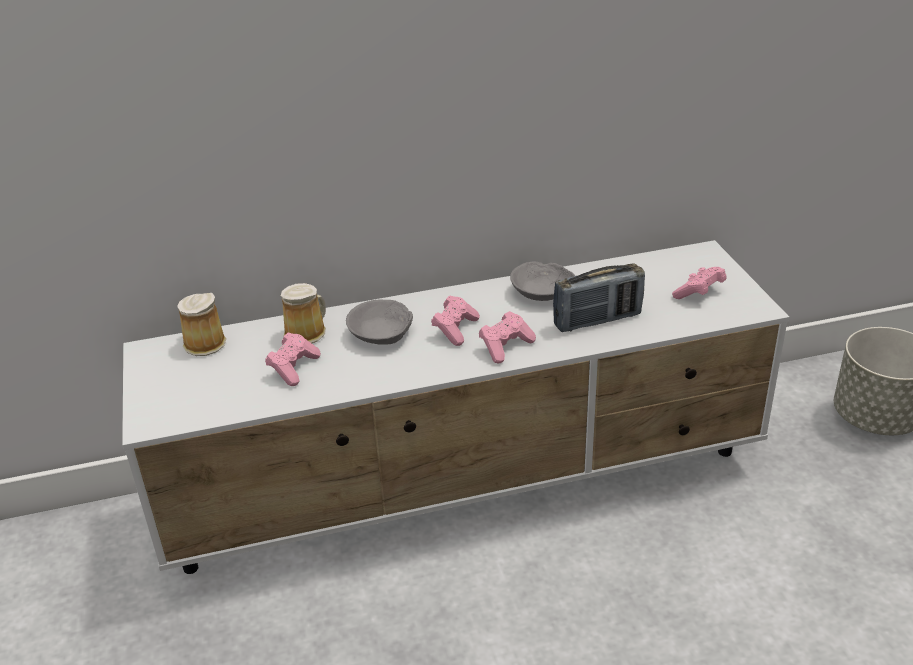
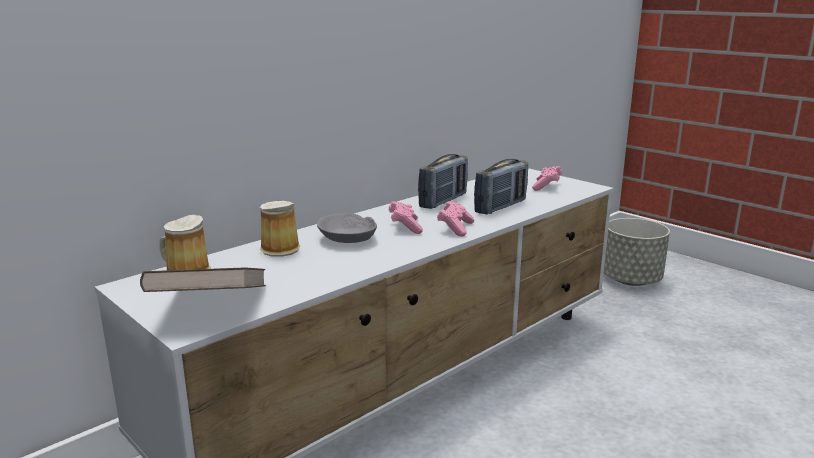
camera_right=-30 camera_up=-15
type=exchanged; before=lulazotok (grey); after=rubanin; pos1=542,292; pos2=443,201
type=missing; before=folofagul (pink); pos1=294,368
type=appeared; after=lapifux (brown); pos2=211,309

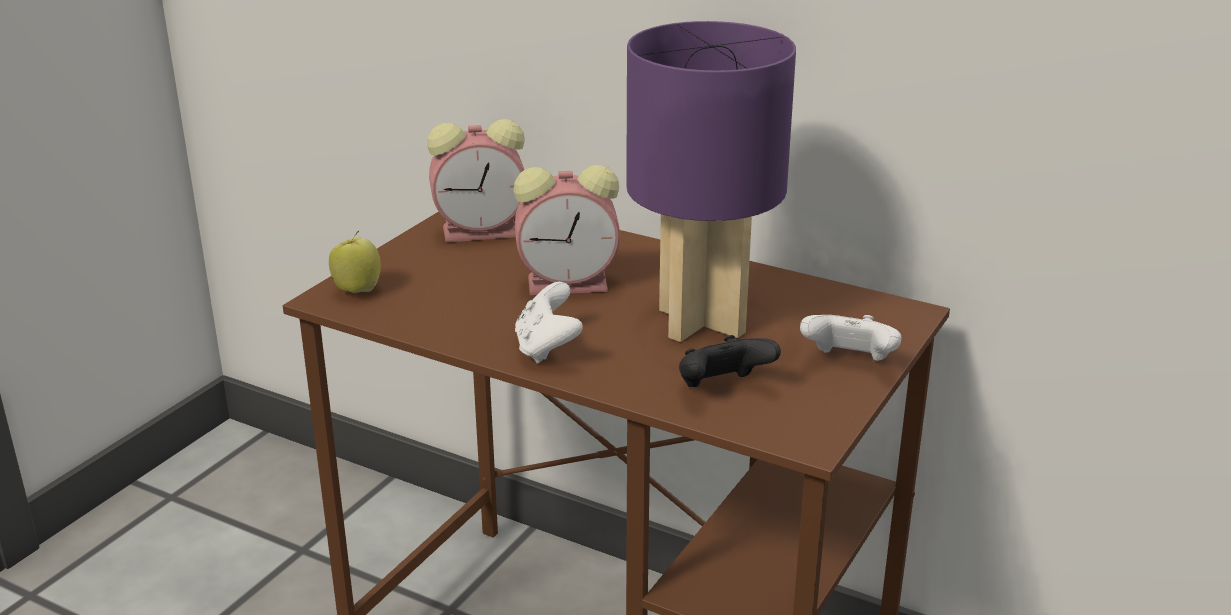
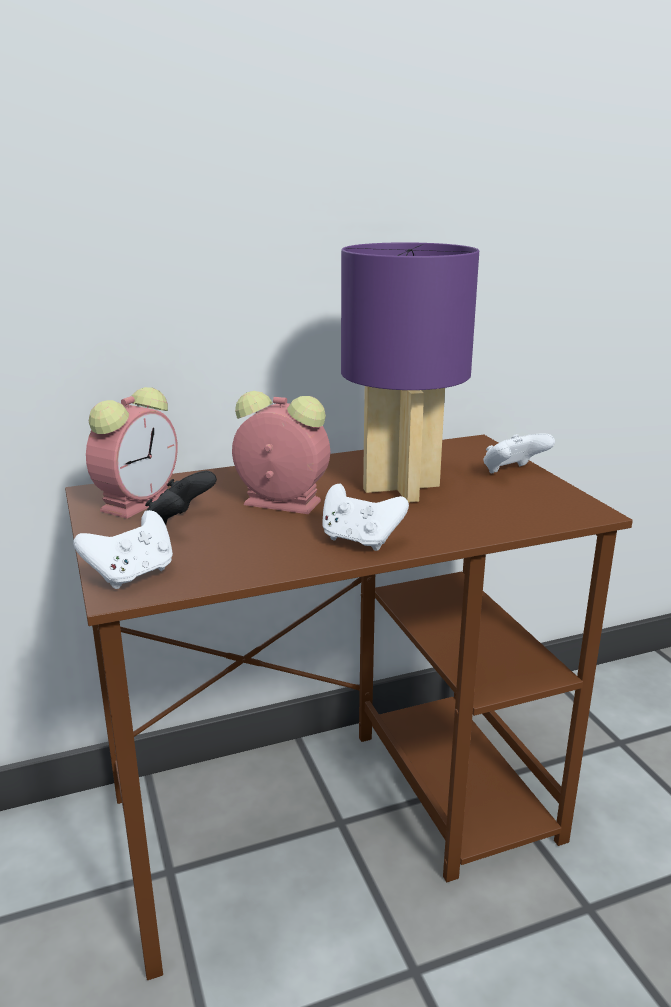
camera_right=-50 camera_up=-5
type=spun; before=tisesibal; pos1=571,283; pos2=279,502; turn=-105
type=exchanged; before=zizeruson; after=folofagul (white); pos1=357,290; pos2=132,575
type=relocated; before=folofagul (black); pos1=722,388; pos2=180,523

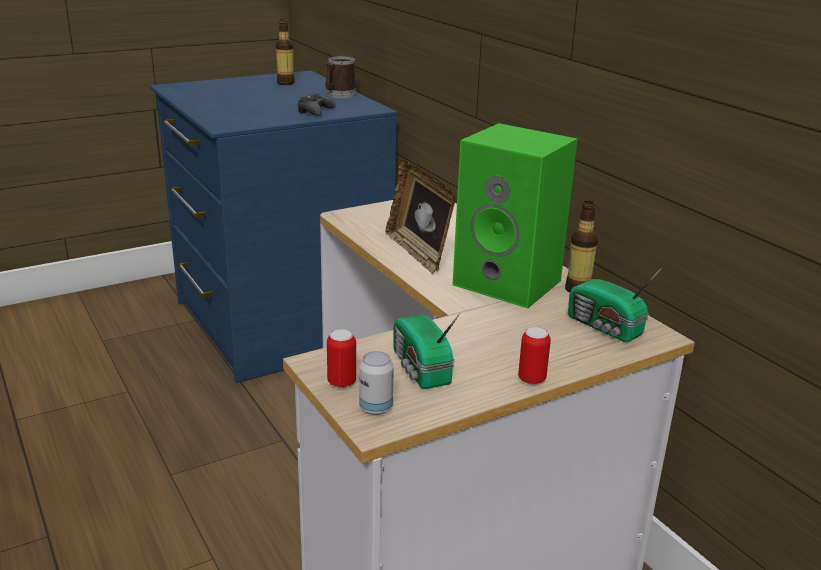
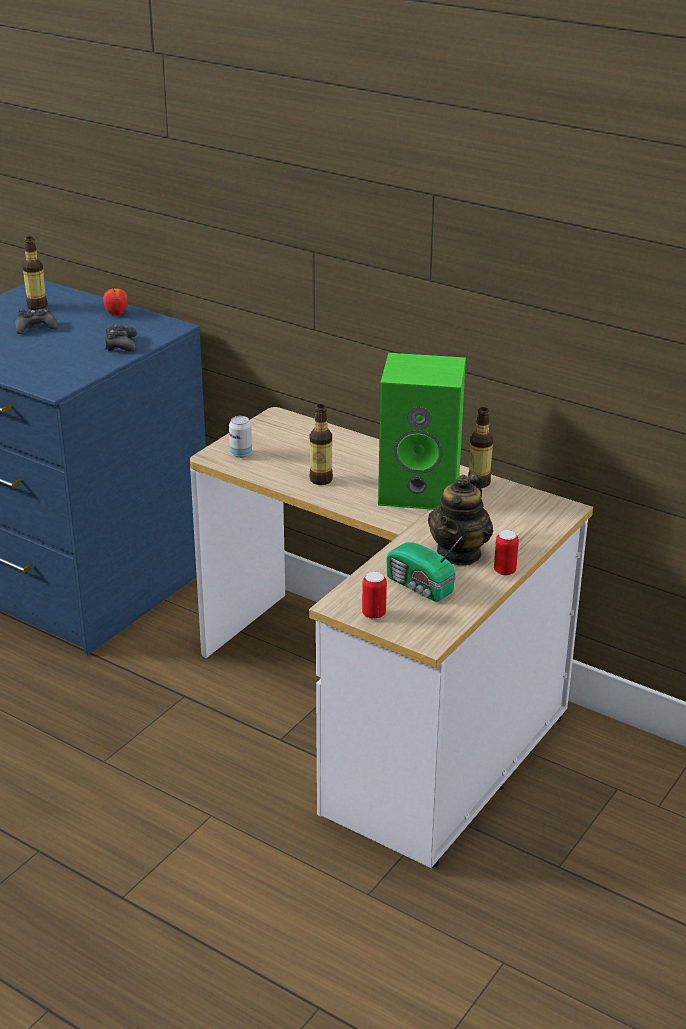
camera_right=-25 camera_up=5
type=exchanged; before=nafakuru; after=zizeruson; pos1=339,95; pos2=116,314
type=exchanged; before=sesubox; after=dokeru; pos1=419,253; pos2=321,480
type=missing; before=rubanin; pos1=605,327
type=relocated; before=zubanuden; pos1=375,408; pos2=241,454
type=appeared; after=folofagul (black); pos2=35,328
type=appeared; after=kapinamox; pos2=459,553

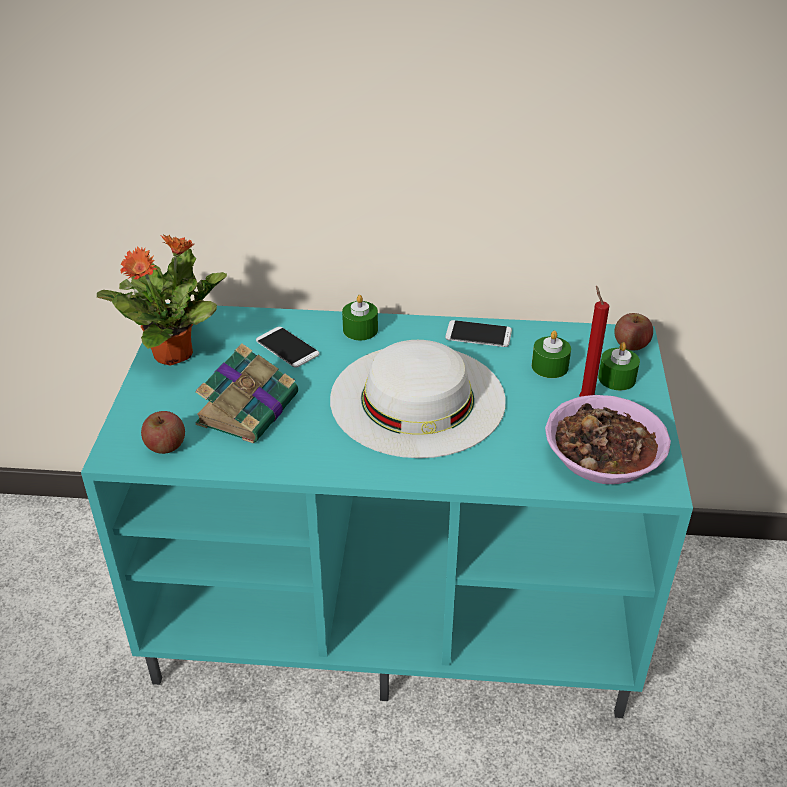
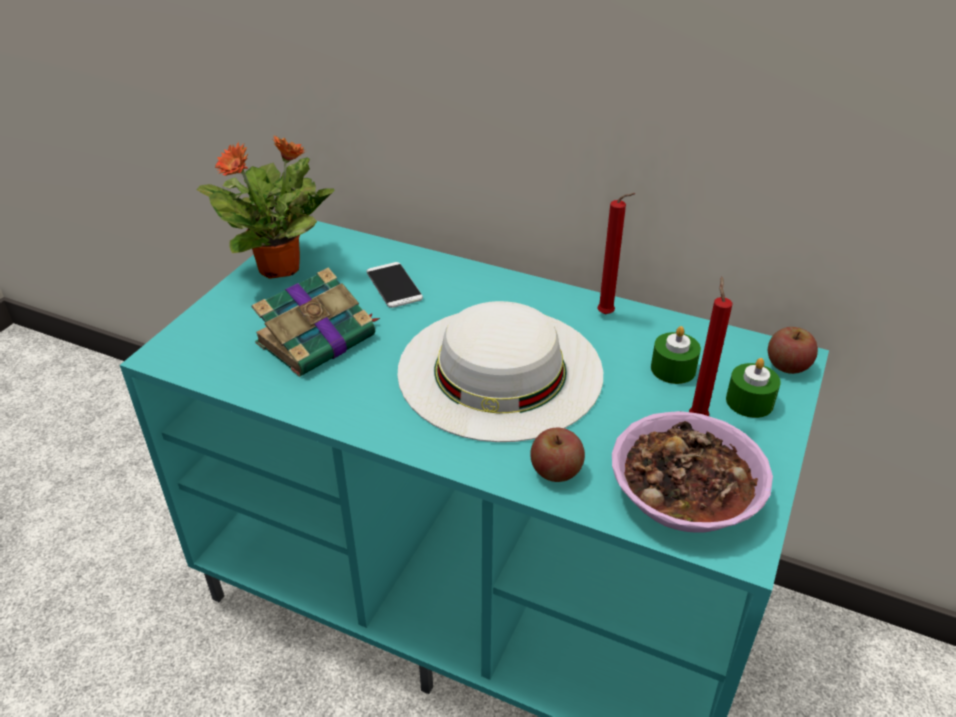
camera_right=20 camera_up=0
type=missing; before=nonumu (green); pos1=360,330
type=exchanged; before=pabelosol; after=nonumu (red); pos1=478,334; pos2=608,315
type=relocated; before=zizeruson; pos1=166,446; pos2=556,471

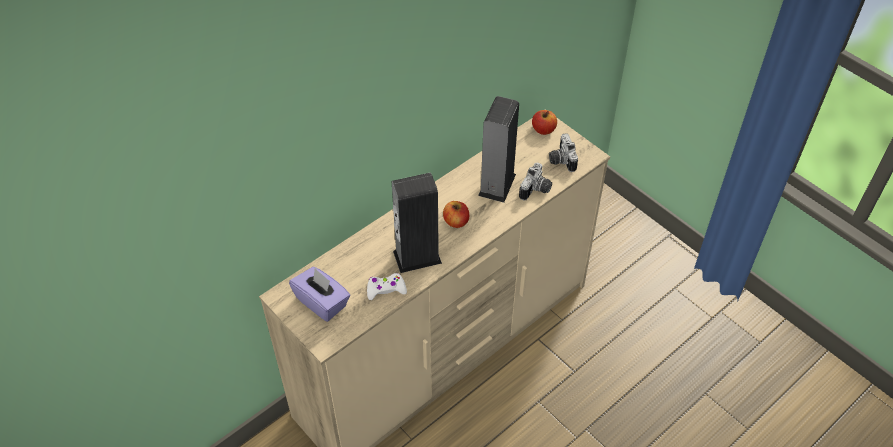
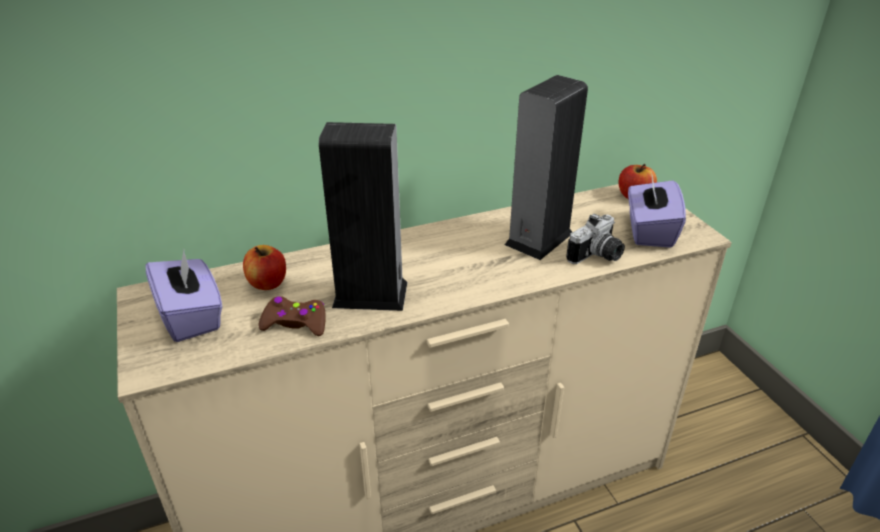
camera_right=20 camera_up=-15
type=exchanged; before=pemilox; after=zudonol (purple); pos1=560,160; pos2=649,231
type=relocated; before=zizeruson; pos1=456,221; pos2=267,283
type=colour; before=folofagul (white); after=folofagul (brown); pos1=386,289; pos2=295,323

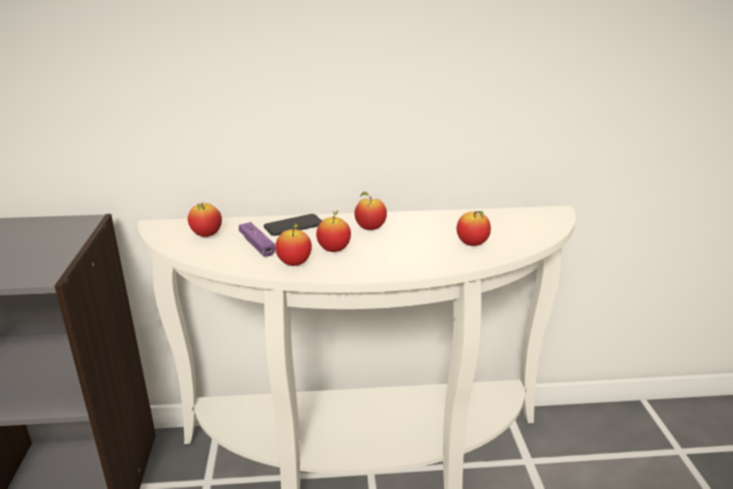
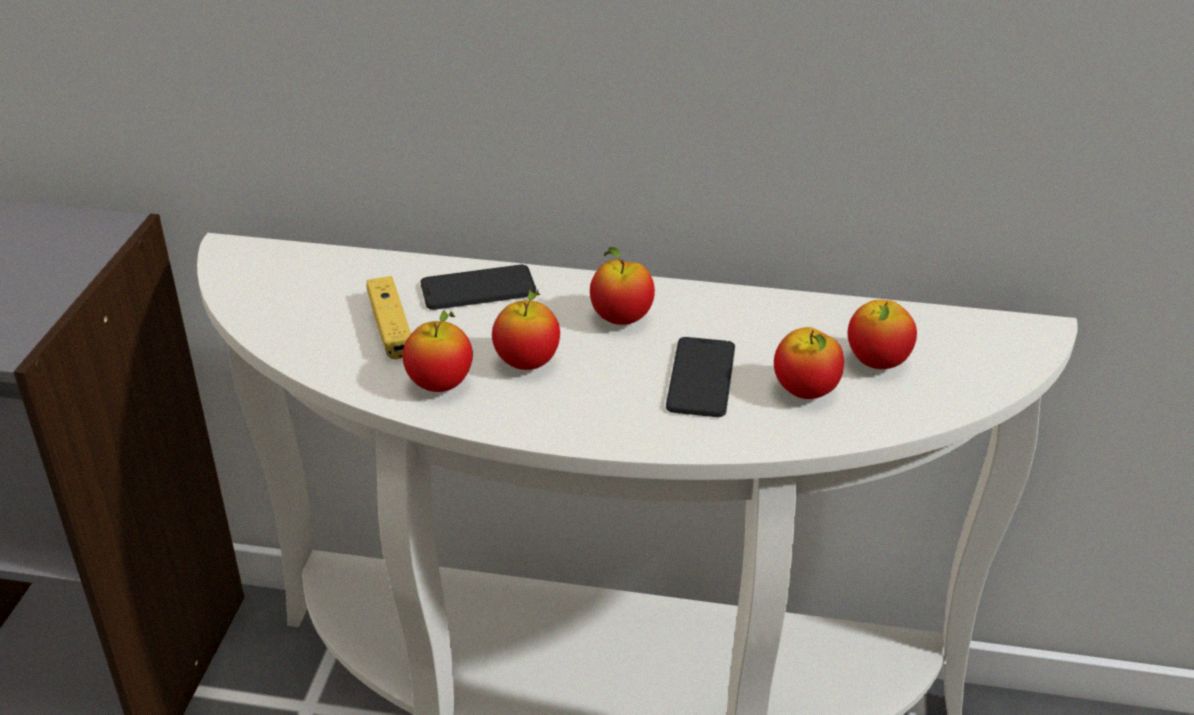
camera_right=15 camera_up=10
type=relocated; before=zizeruson; pos1=206,235; pos2=877,363
type=colour; before=folofagul (purple); after=folofagul (yellow); pos1=257,245; pos2=391,327
type=appeared; after=pabelosol; pos2=701,378

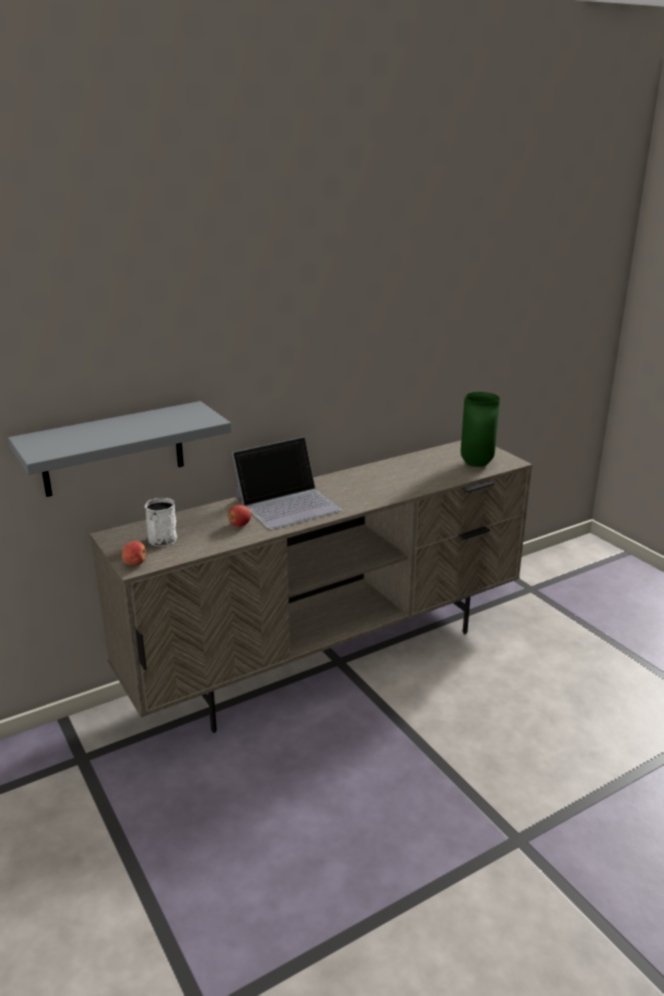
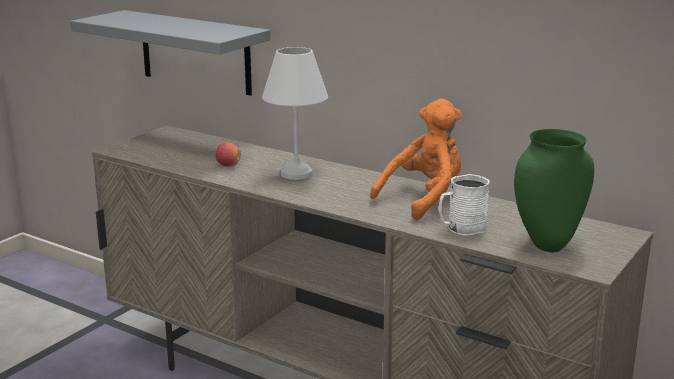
camera_right=65 camera_up=-5
type=exchanged; before=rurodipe; after=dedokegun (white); pos1=288,503; pos2=298,174
type=relocated; before=nafakuru (white); pos1=161,541; pos2=461,228
type=missing; before=zizeruson; pos1=135,563
type=appeared; after=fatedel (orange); pos2=424,199

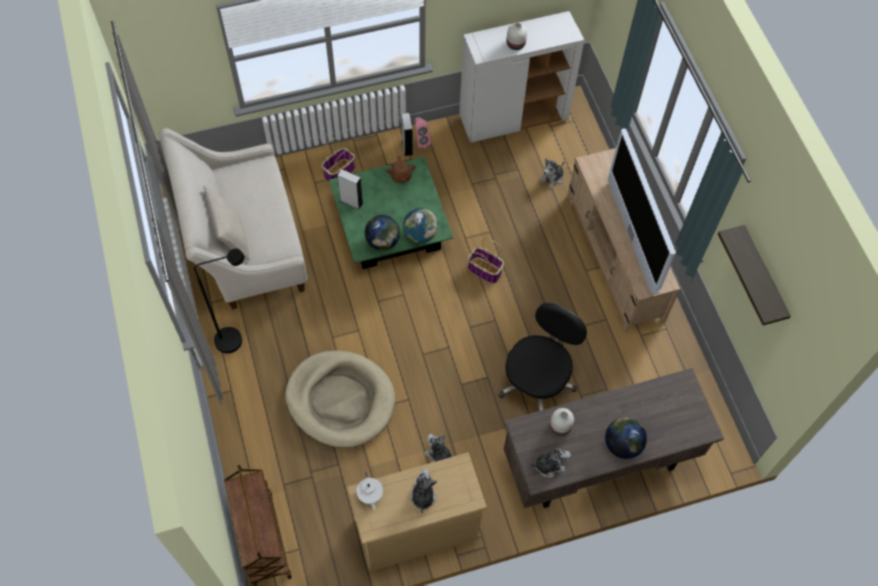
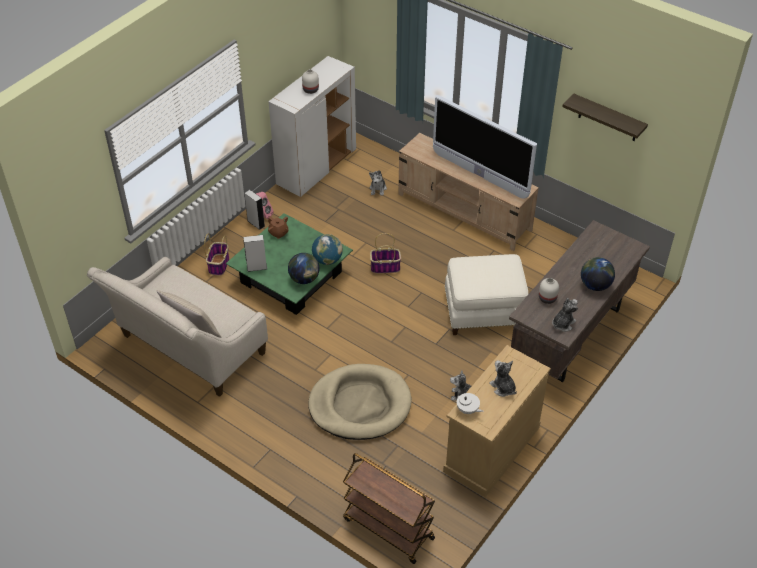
camera_right=-35 camera_up=-15
type=missing; before=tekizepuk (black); pos1=236,338
type=exchanged; before=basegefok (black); after=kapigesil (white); pos1=537,380; pos2=484,311

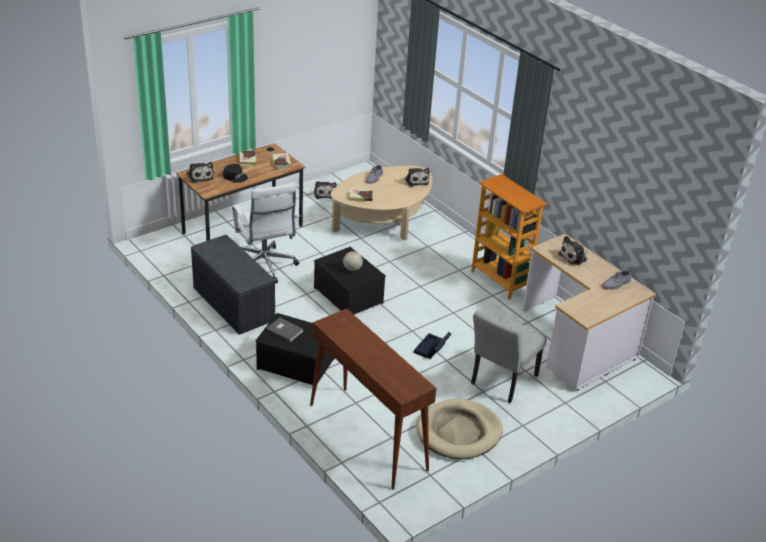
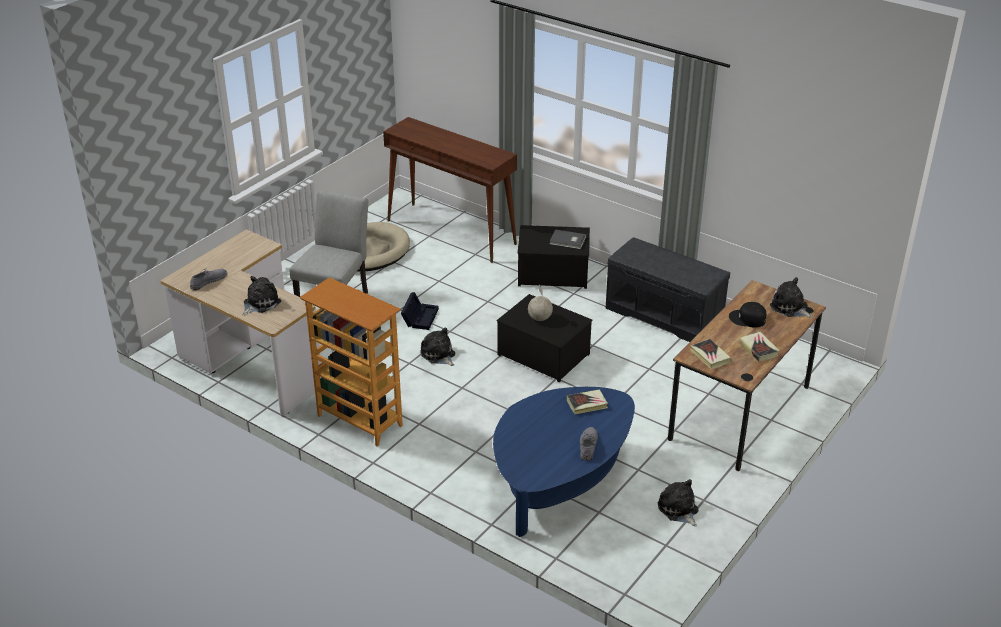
camera_right=165 camera_up=0
type=colour; before=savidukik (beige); after=savidukik (blue); pos1=383,221; pos2=560,480
type=relocated; before=fatedel; pos1=416,181; pos2=438,355
type=missing; before=basegefok (white); pos1=265,267

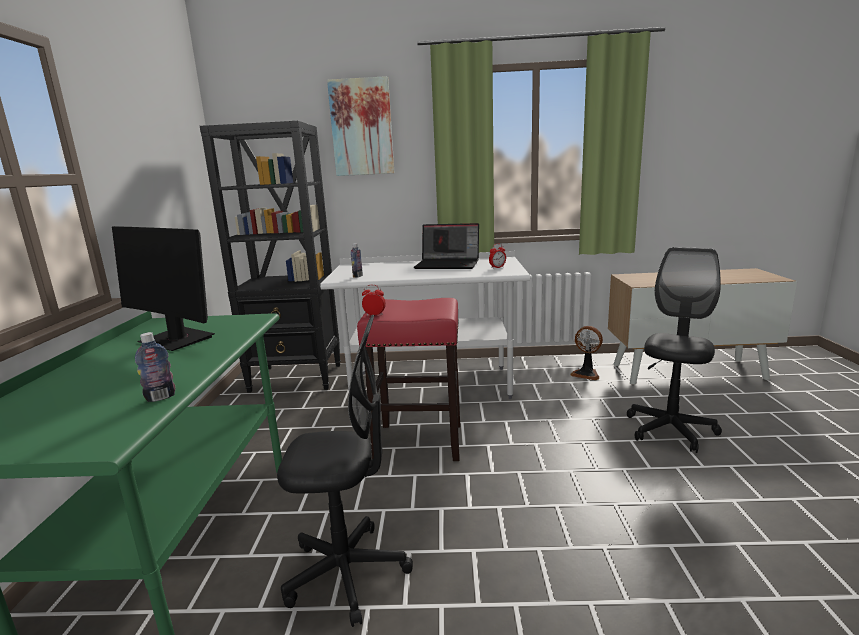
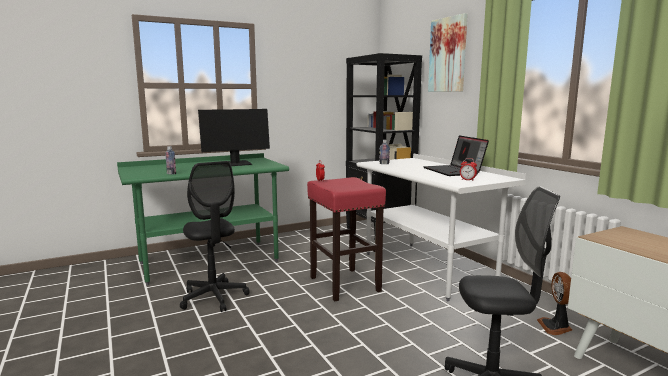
camera_right=60 camera_up=-5
type=spun; before=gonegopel; pos1=177,340; pos2=235,164; turn=-120

